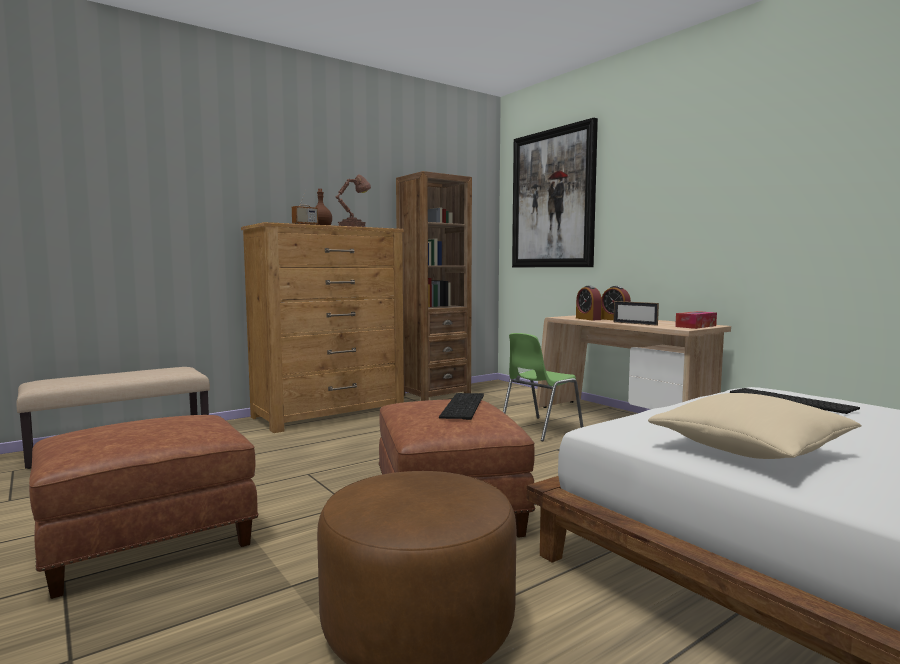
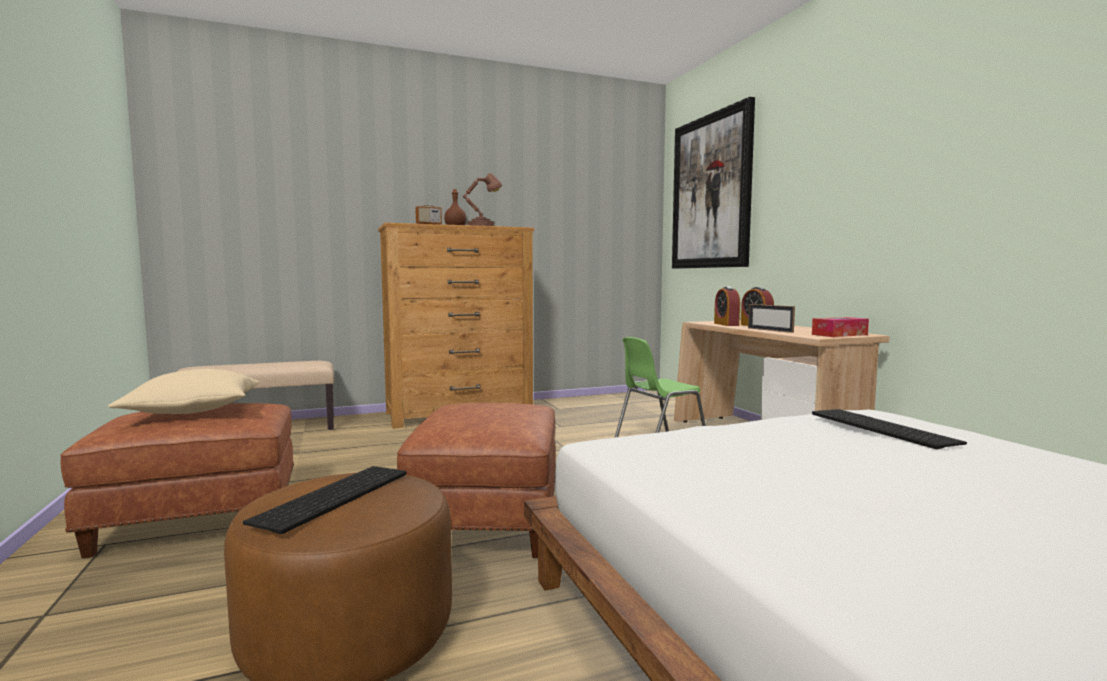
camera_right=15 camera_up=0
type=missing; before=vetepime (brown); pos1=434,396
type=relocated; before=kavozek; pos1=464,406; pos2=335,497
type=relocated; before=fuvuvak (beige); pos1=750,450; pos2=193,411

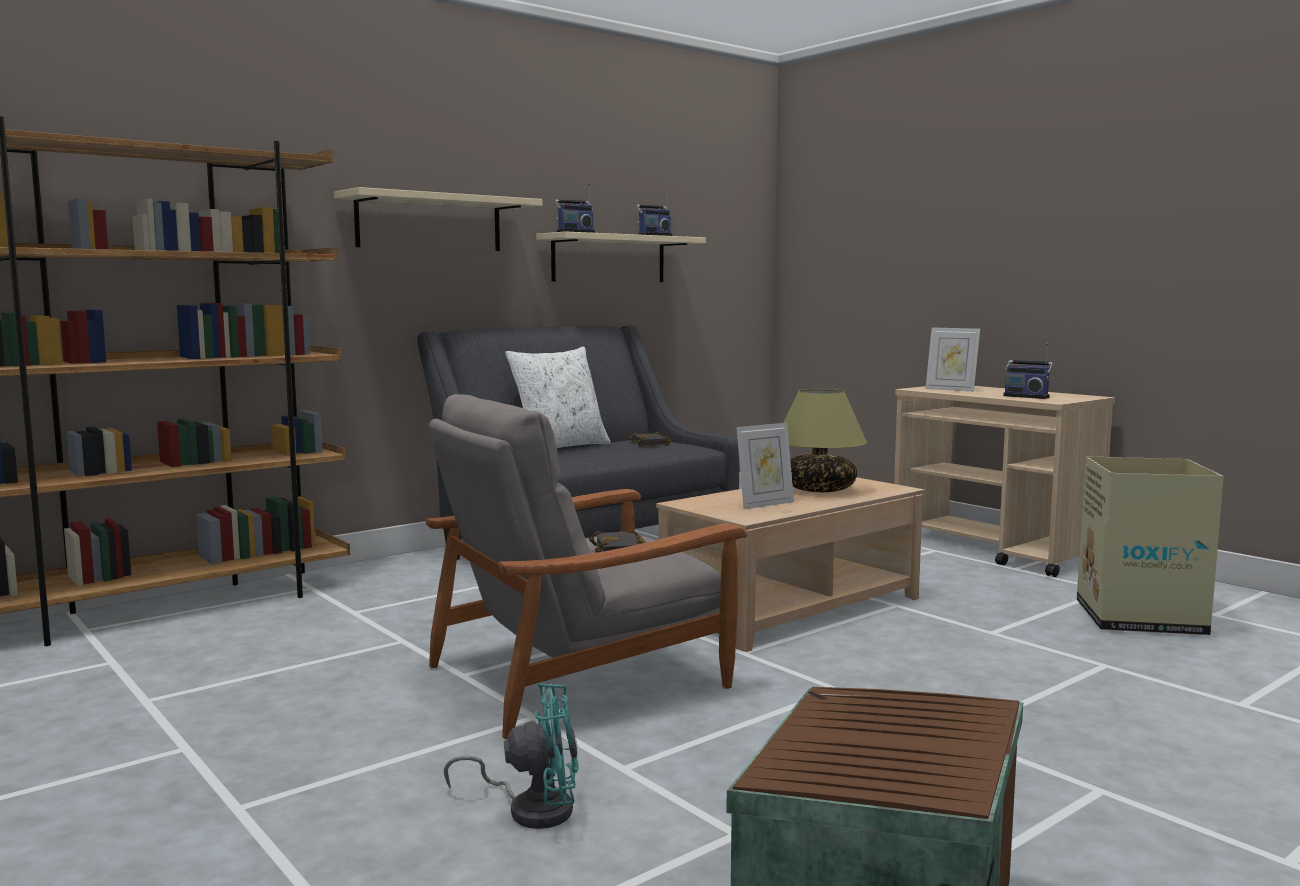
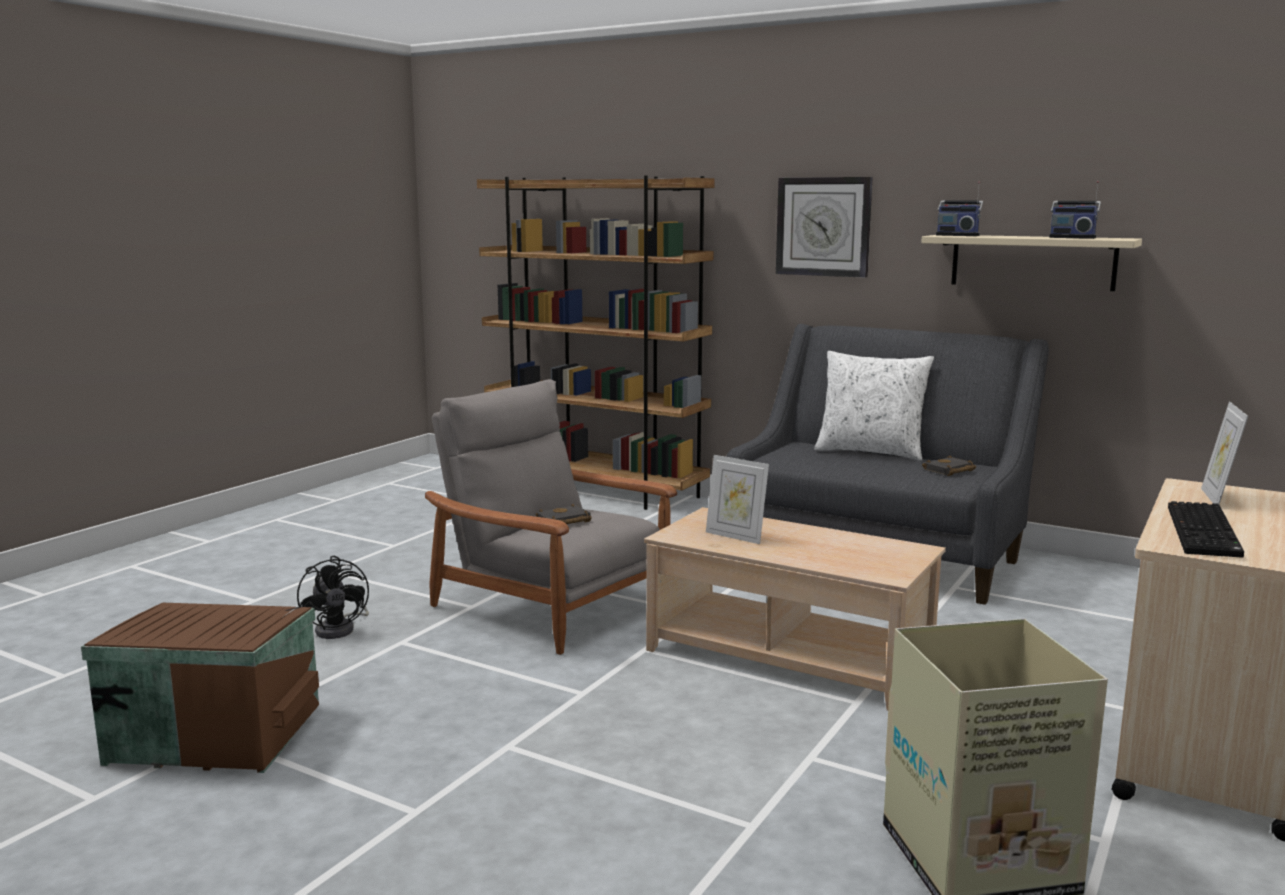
camera_right=70 camera_up=5
type=exchanged; before=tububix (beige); after=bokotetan; pos1=429,223; pos2=823,226
type=exchanged; before=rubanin; after=kavozek; pos1=1027,396; pos2=1206,532
type=missing; before=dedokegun; pos1=818,489
type=colour; before=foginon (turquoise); after=foginon (black); pos1=532,808; pos2=340,628

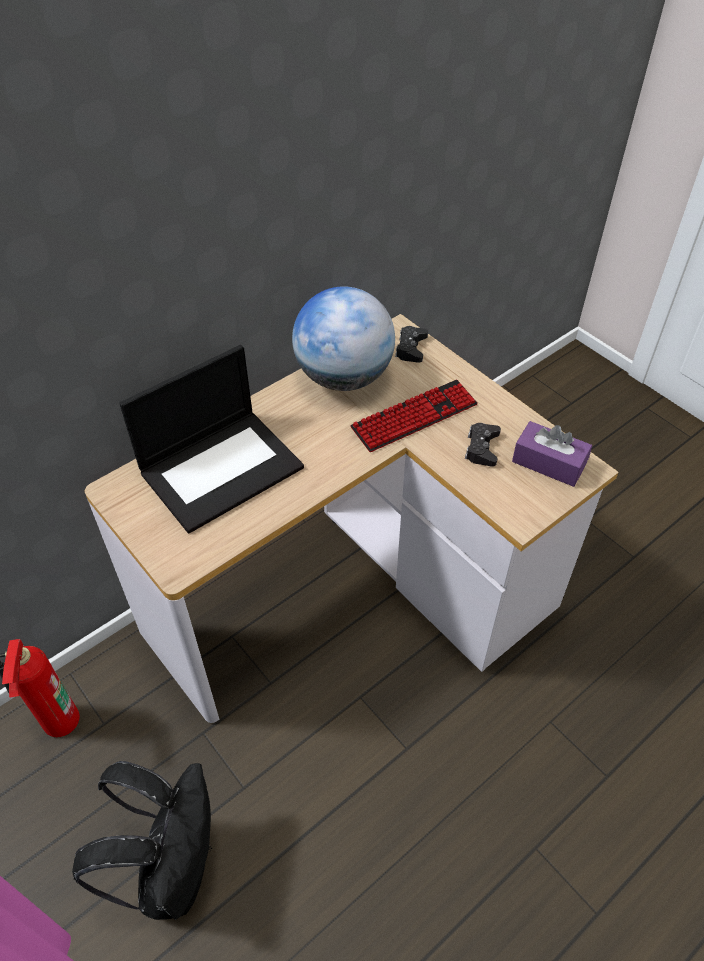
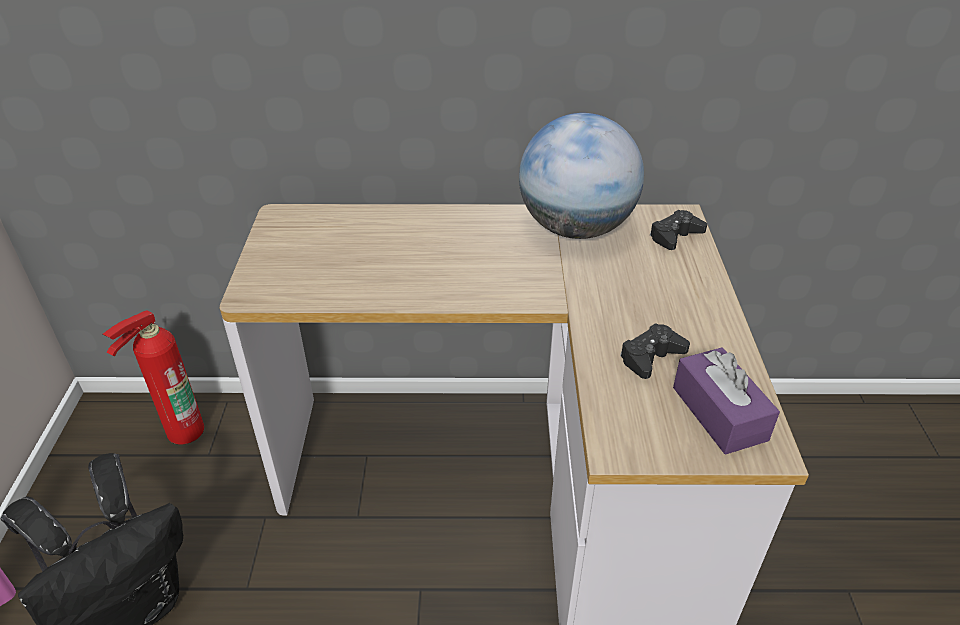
camera_right=40 camera_up=-10
type=missing; before=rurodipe; pos1=222,468
type=missing; before=kavozek; pos1=414,417

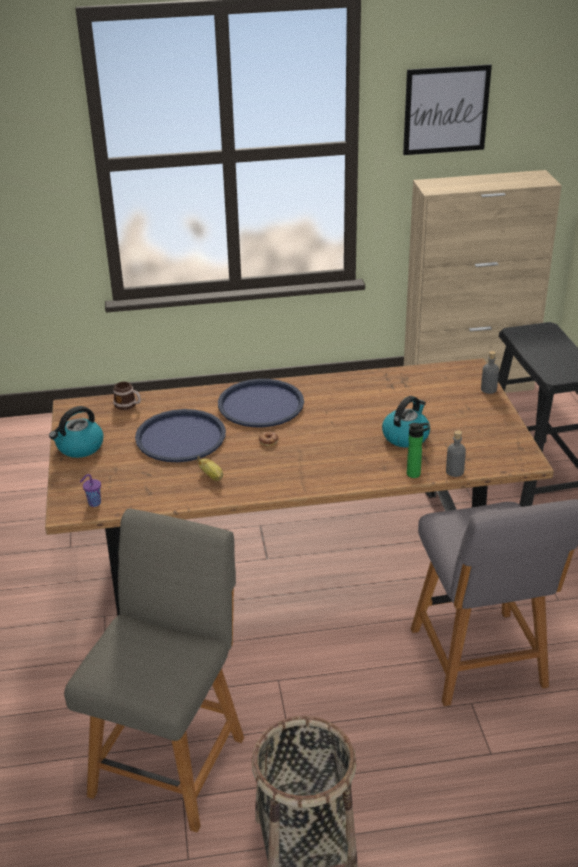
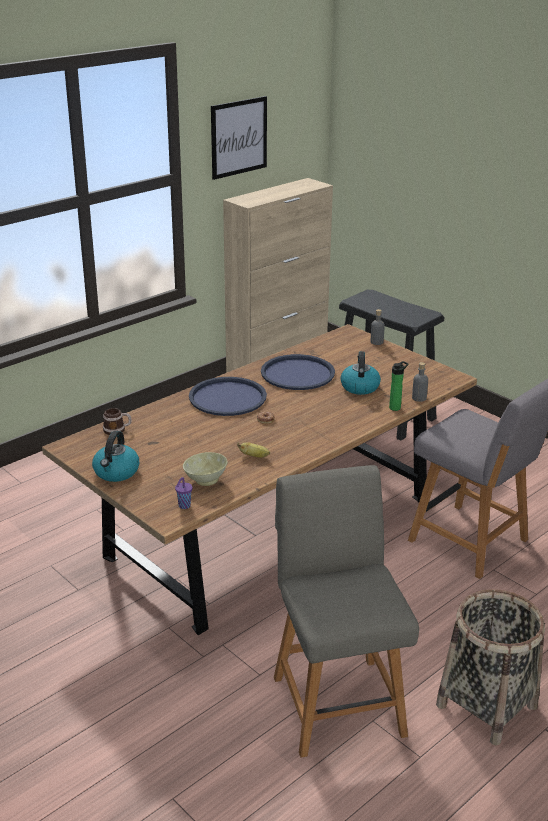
camera_right=-35 camera_up=-5
type=relocated; before=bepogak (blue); pos1=181,437; pos2=297,373
type=appeared; after=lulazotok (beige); pos2=205,480

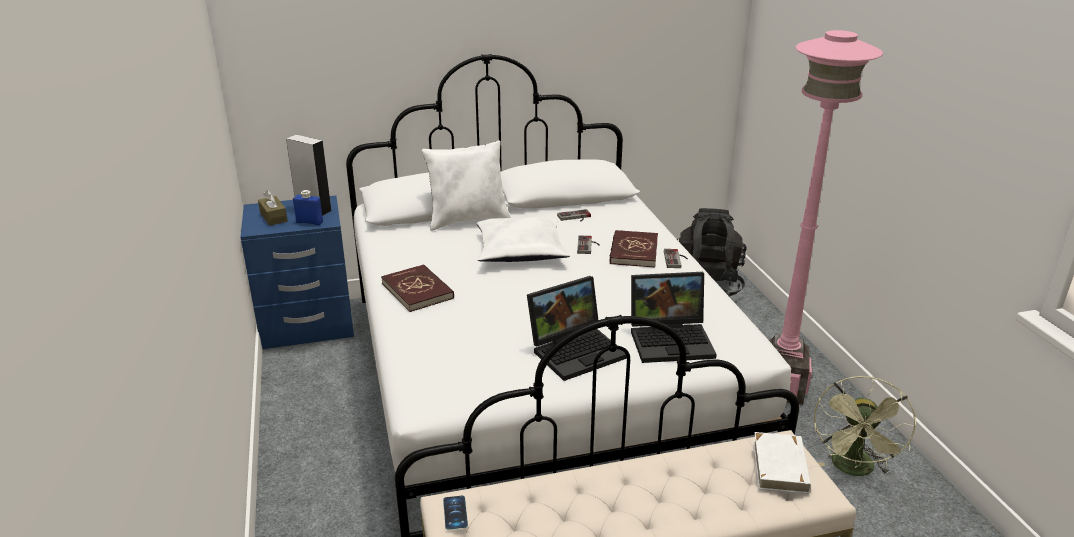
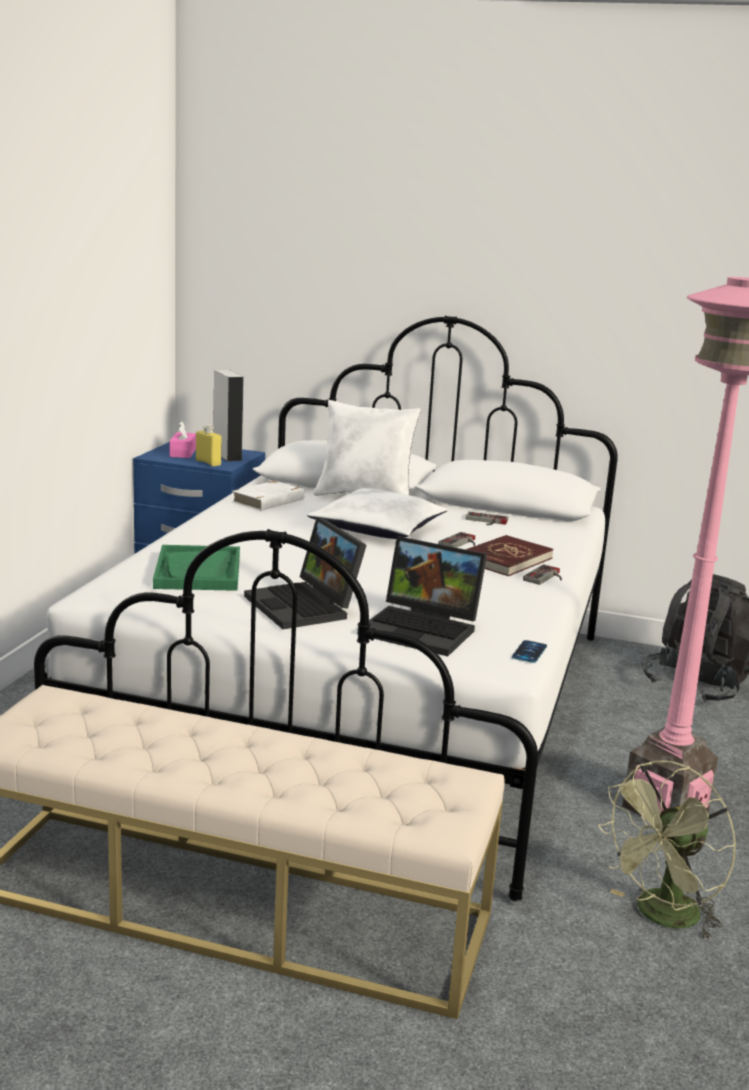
camera_right=30 camera_up=-10
type=colour; before=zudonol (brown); after=zudonol (pink); pos1=273,217; pos2=183,453
type=colour; before=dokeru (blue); after=dokeru (yellow); pos1=309,222; pos2=208,462
type=missing; before=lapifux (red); pos1=418,291
type=spun; before=rurodipe; pos1=577,350; pos2=306,607; turn=60
type=relocated; before=lapifux (white); pos1=780,466; pos2=268,501
type=relocated; before=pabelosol; pos1=455,512; pos2=529,652
type=appeared; after=bepogak (green); pos2=198,571

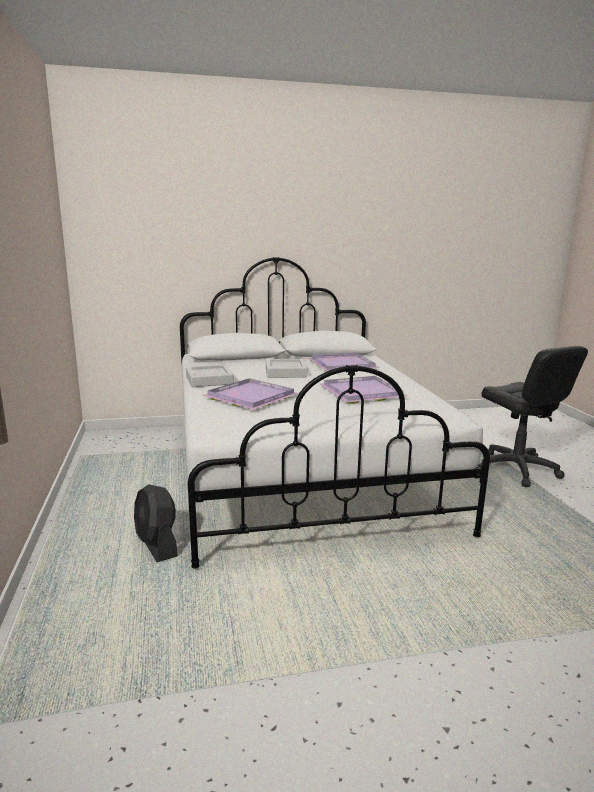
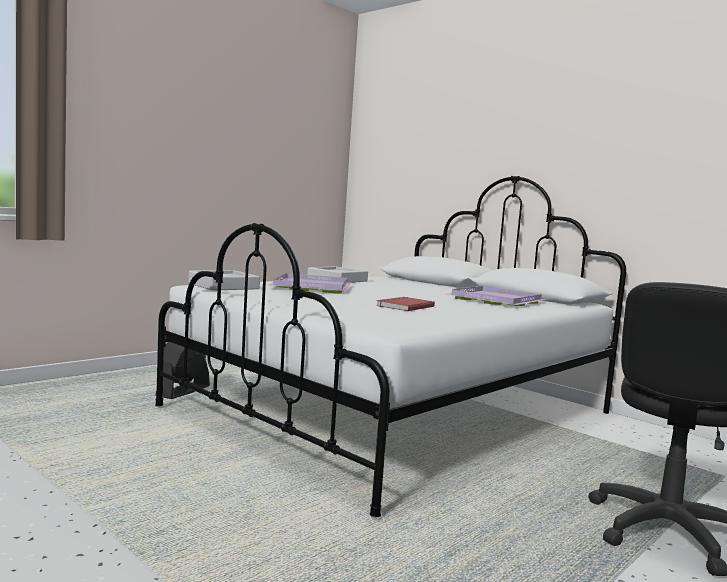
camera_right=55 camera_up=-10
type=relocated; before=bepogak (grey); pos1=285,372; pos2=223,286
type=exchanged; before=bepogak (purple); after=lapifux (red); pos1=361,393; pos2=403,306

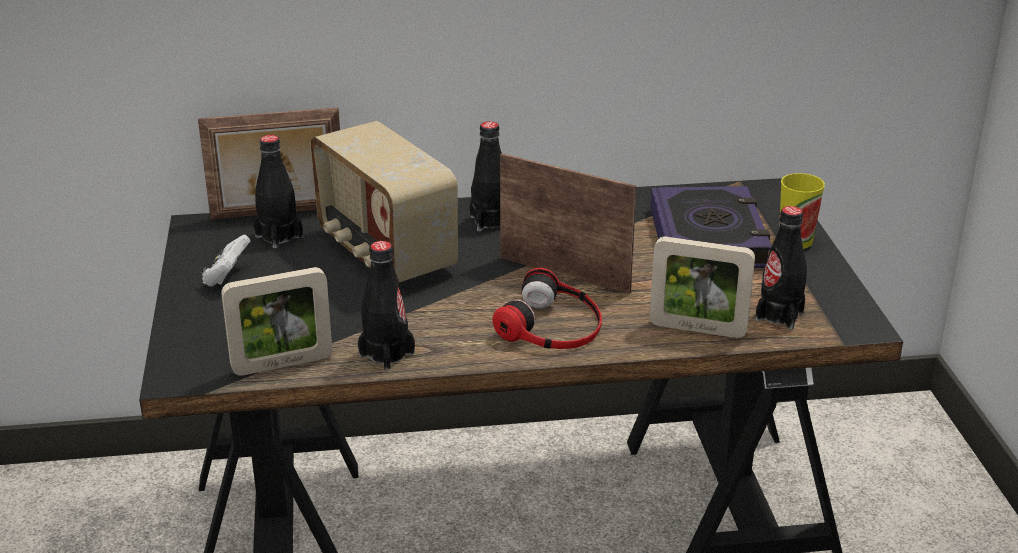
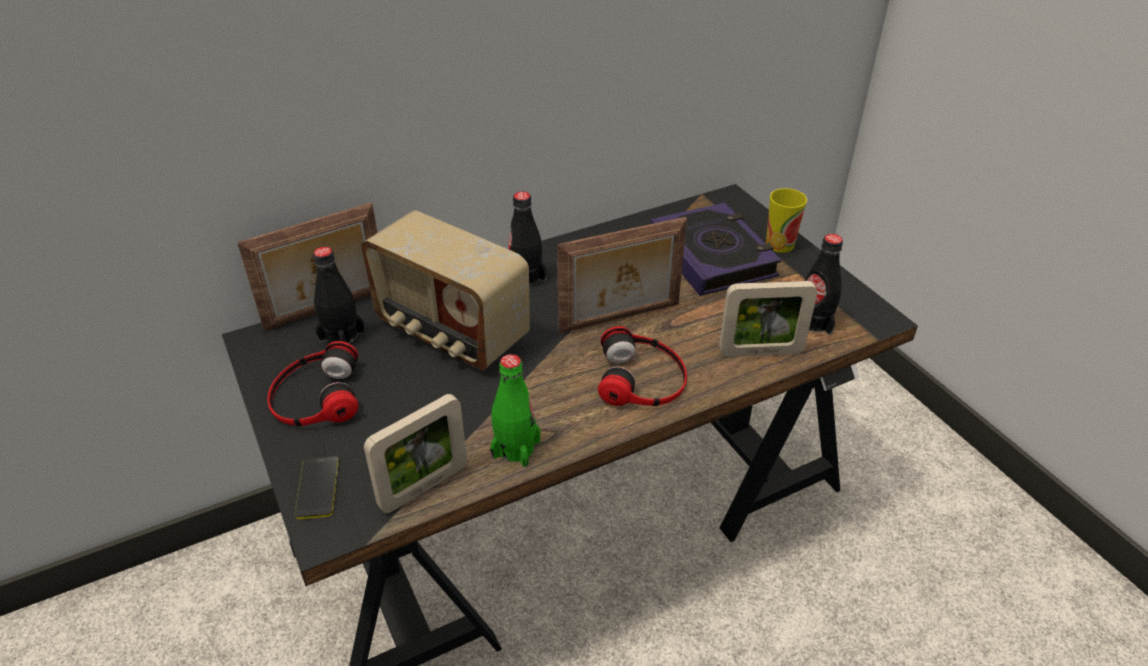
camera_right=-20 camera_up=10
type=spun; before=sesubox; pos1=565,273; pos2=620,319; turn=150
type=exchanged; before=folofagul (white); after=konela; pos1=226,277; pos2=315,396
type=colour; before=dokeru (black); after=dokeru (green); pos1=386,354; pos2=516,448
type=appeared; after=pabelosol; pos2=317,488

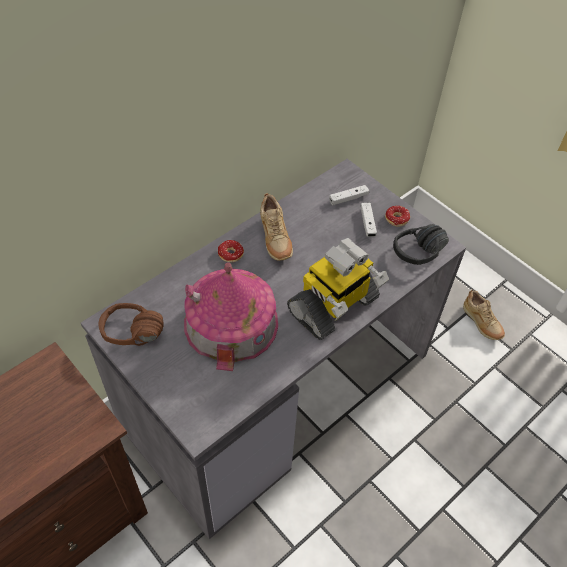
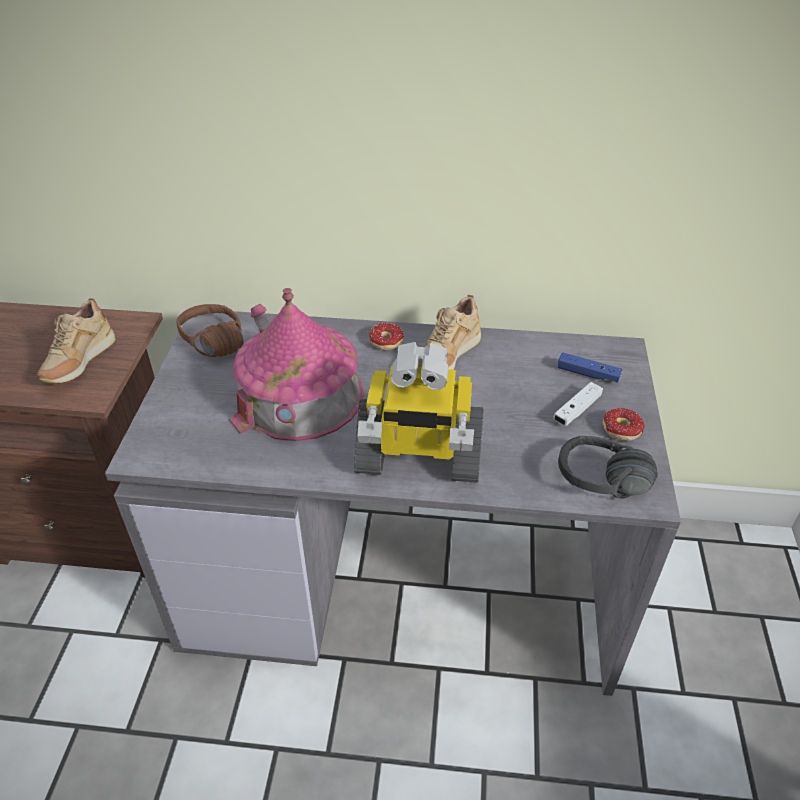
camera_right=50 camera_up=-10
type=colour; before=folofagul (white); after=folofagul (blue); pos1=348,198; pos2=588,374
type=relocated; before=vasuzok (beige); pos1=481,324; pos2=79,364

